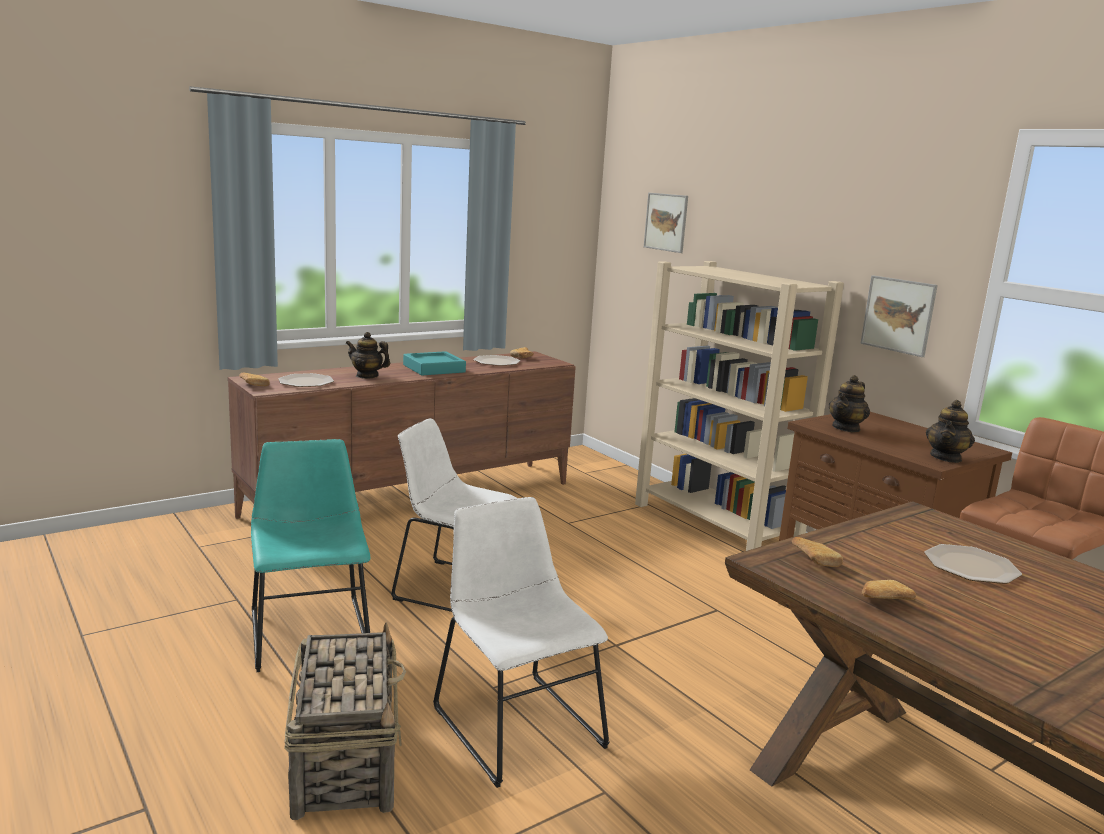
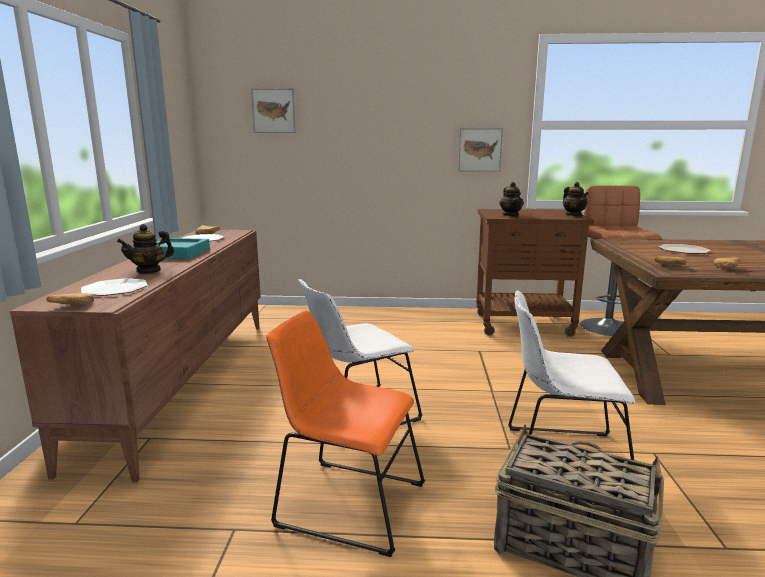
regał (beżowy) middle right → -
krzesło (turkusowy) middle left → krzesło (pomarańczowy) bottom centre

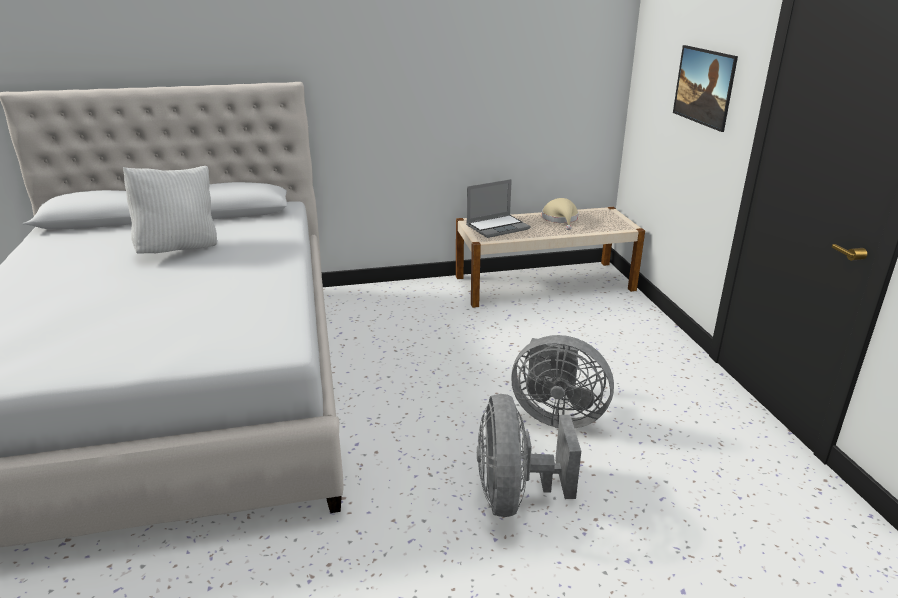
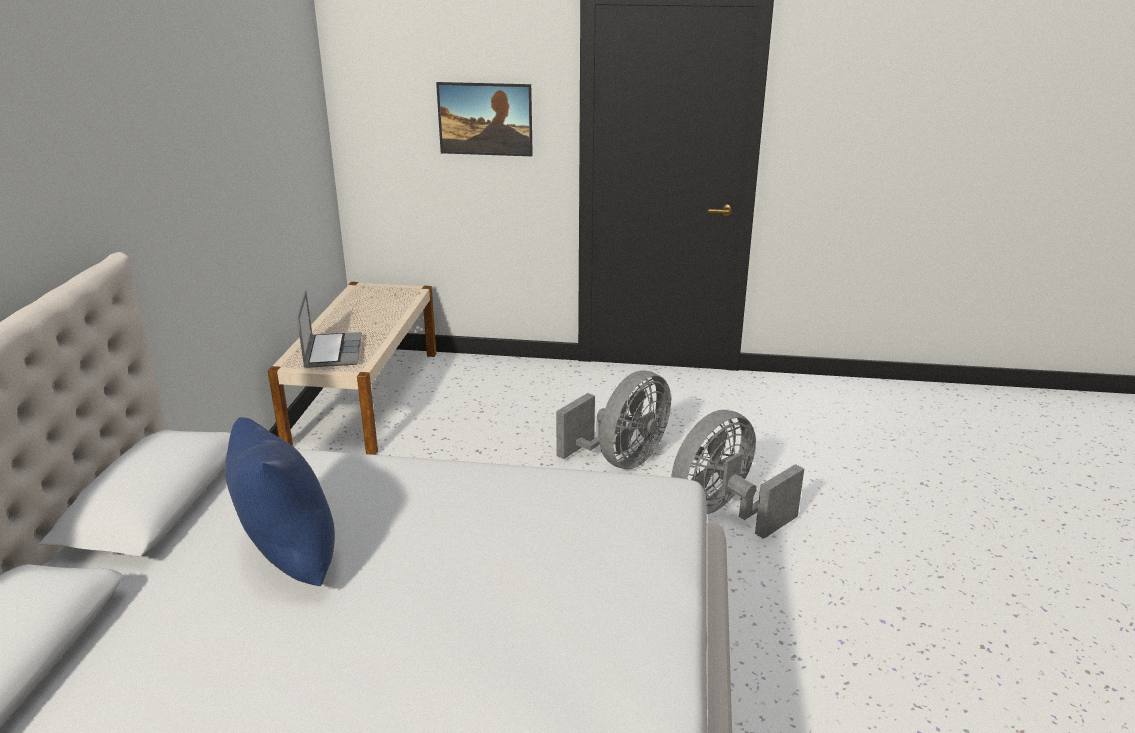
poduszka (biały) middle left → poduszka (niebieski) bottom left
kapelusz (beżowy) centre → -
wentylator (szary) (1st from left in the first image) bottom centre → wentylator (szary) (2nd from left) centre, 120 degrees clockwise

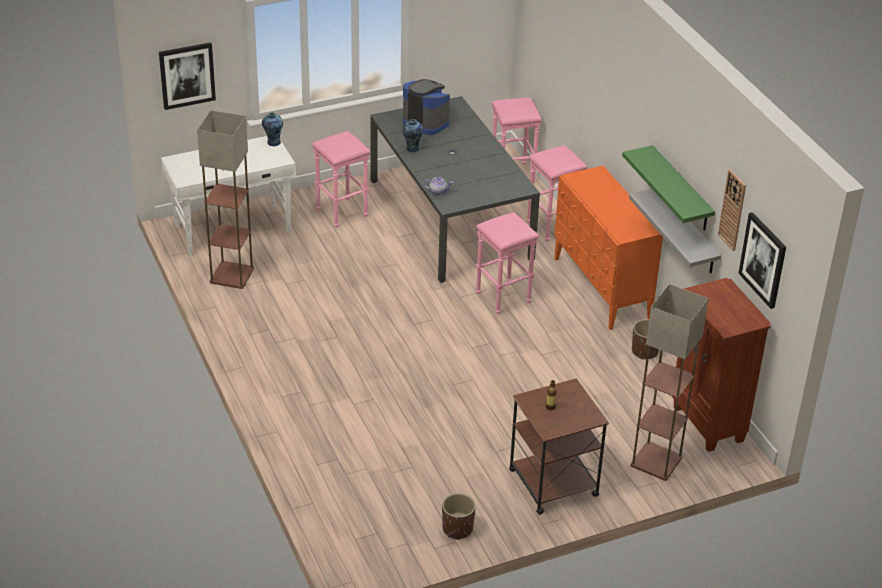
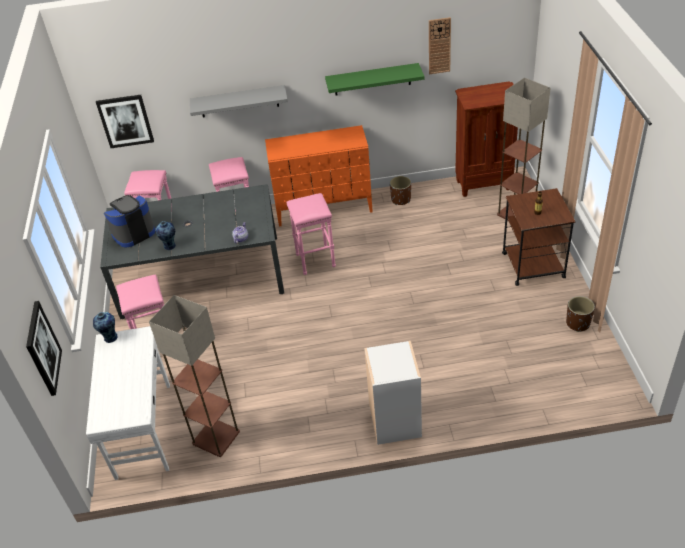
półka (szary) middle right → półka (szary) top centre, move
obraz (2nd from left) middle right → obraz (2nd from left) top left, move
- → regał bottom centre

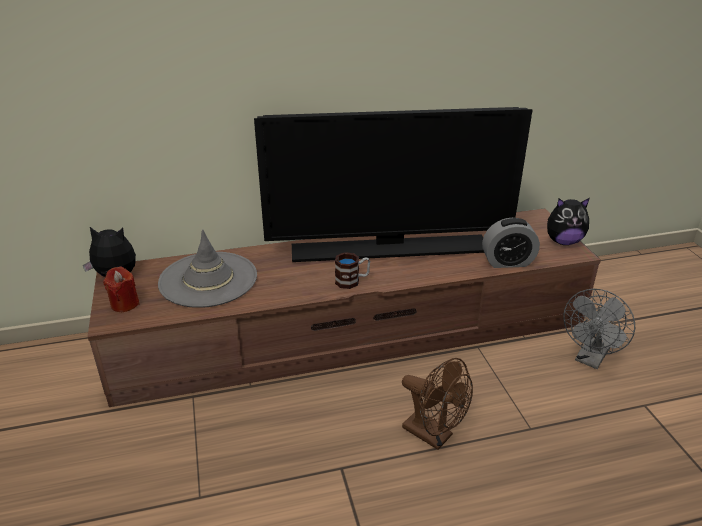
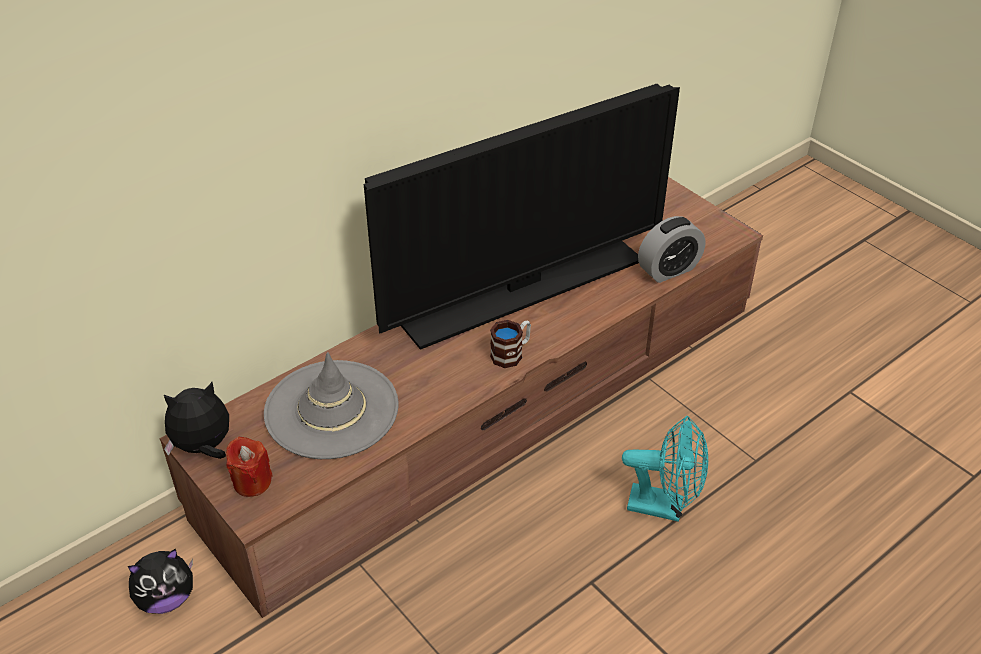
pluszak (2nd from left in the first image) middle right → pluszak (1st from left) bottom left, move
wentylator (szary) middle right → -
wentylator (brązowy) bottom centre → wentylator (turkusowy) bottom right

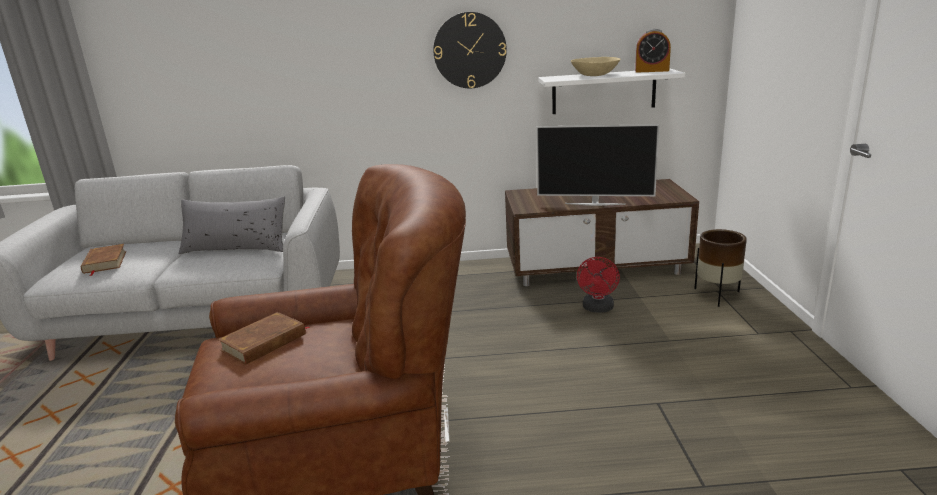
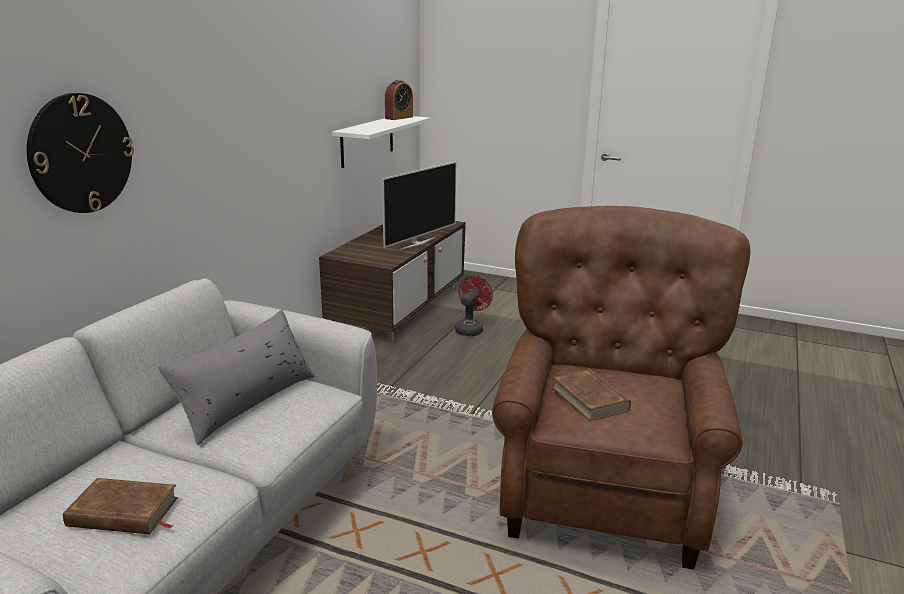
zegar ścienny top centre → zegar ścienny top left, move
miska (beżowy) top centre → -
donica (brązowy) middle right → -
wentylator (czerwony) centre, 105 degrees counterclockwise

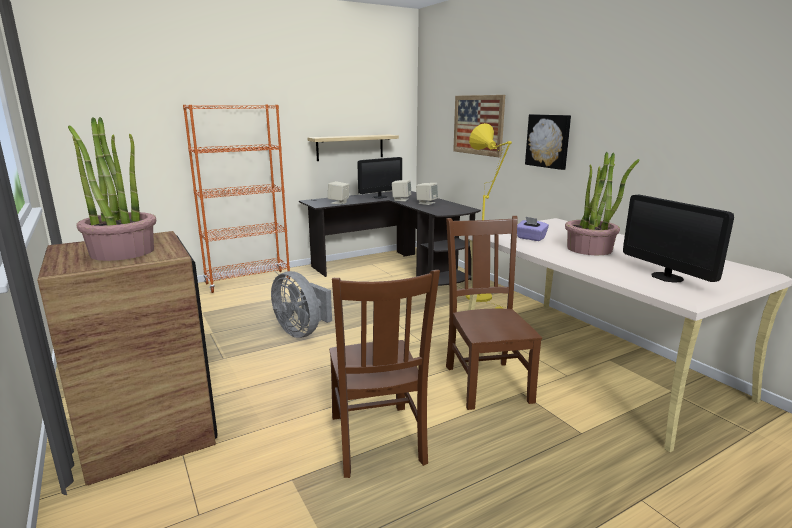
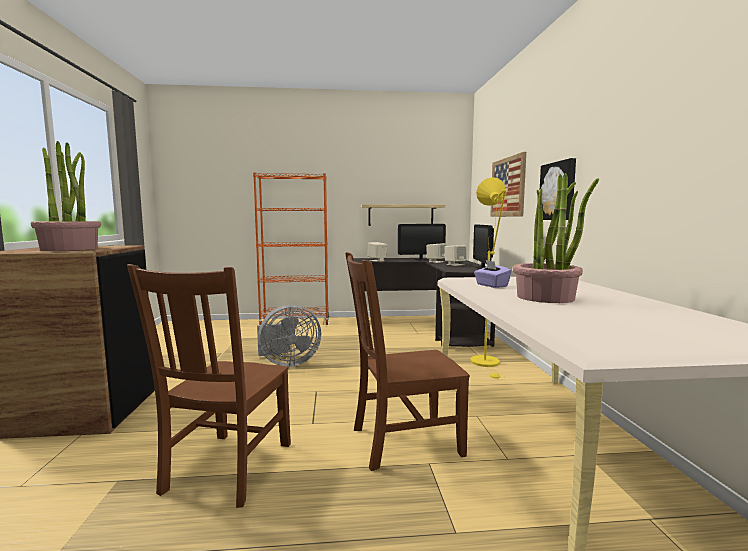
monitor (2nd from left) middle right → monitor (2nd from left) centre, move
krzesło (brązowy) (2nd from left) centre, 120 degrees counterclockwise
wentylator (szary) centre, 90 degrees counterclockwise

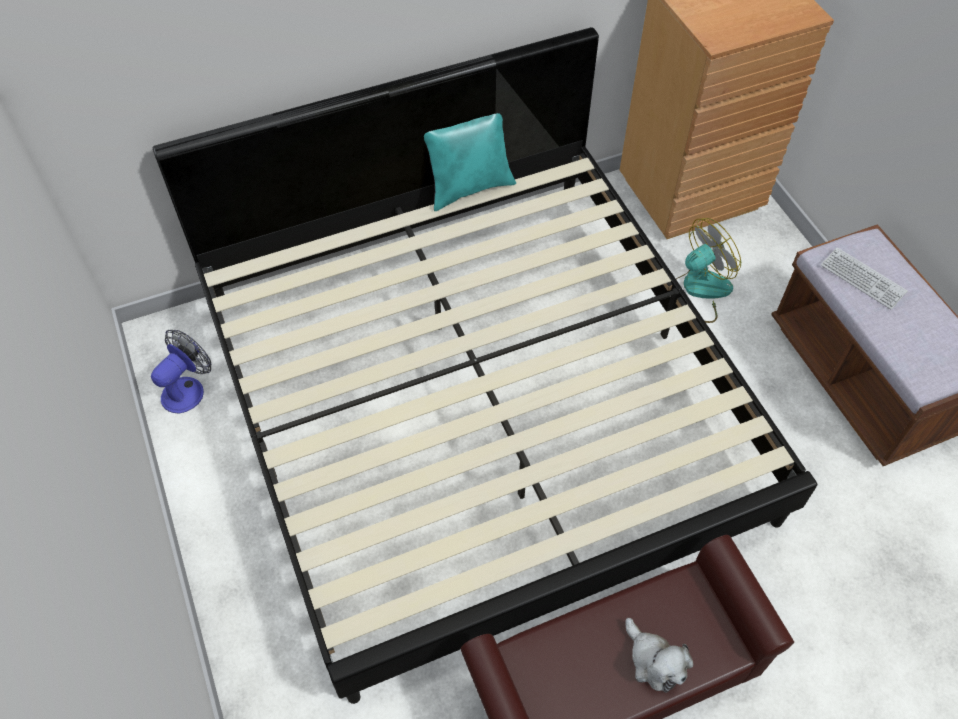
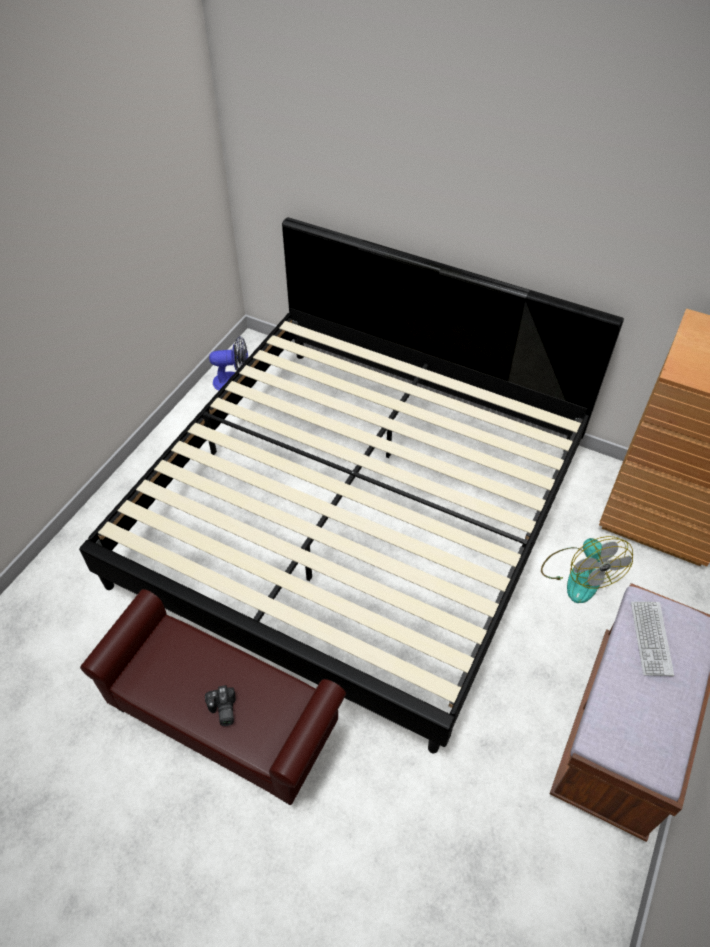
poduszka (turkusowy) top centre → -
wentylator (2nd from left) middle right, 60 degrees clockwise
pluszak bottom right → aparat fotograficzny bottom left

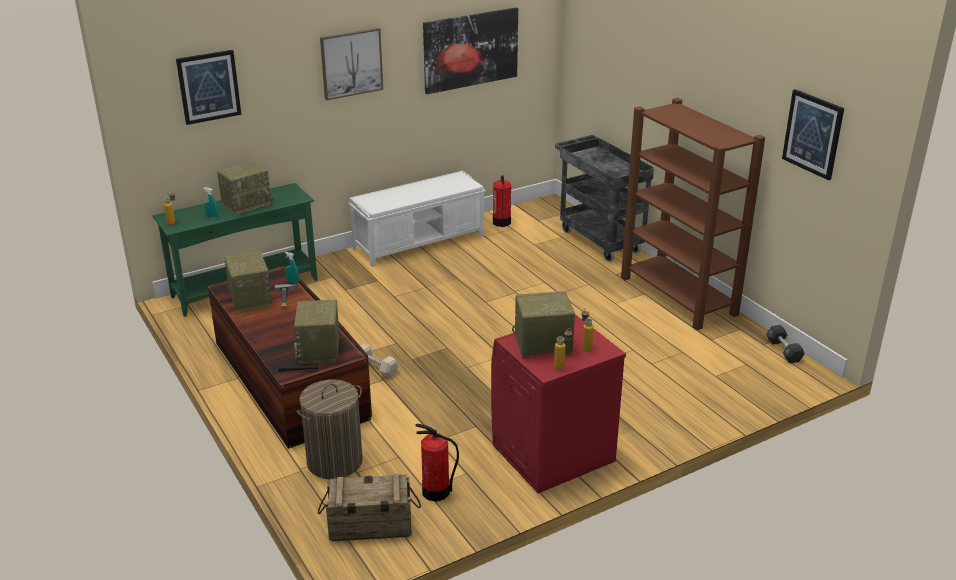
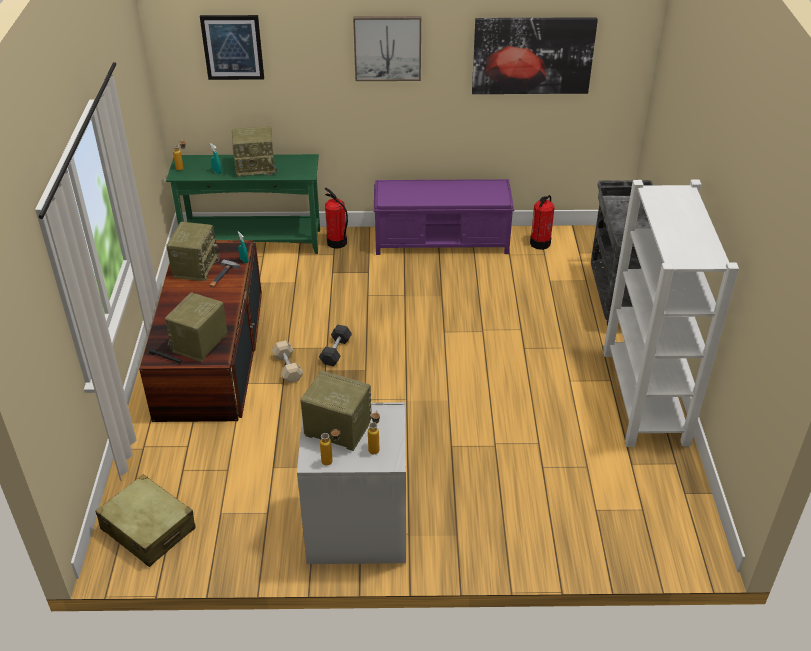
obraz (4th from left) top right → -
regał (brązowy) middle right → regał (biały) middle right
ławka (biały) centre → ławka (fioletowy) centre
pralka (czerwony) bottom centre → pralka (biały) bottom centre
hantel (czarny) middle right → hantel (czarny) centre, move
kosz na pranie bottom centre → -
gaśnica (1st from left) bottom centre → gaśnica (1st from left) centre, move
skrzynka bottom centre → walizka (beżowy) bottom left

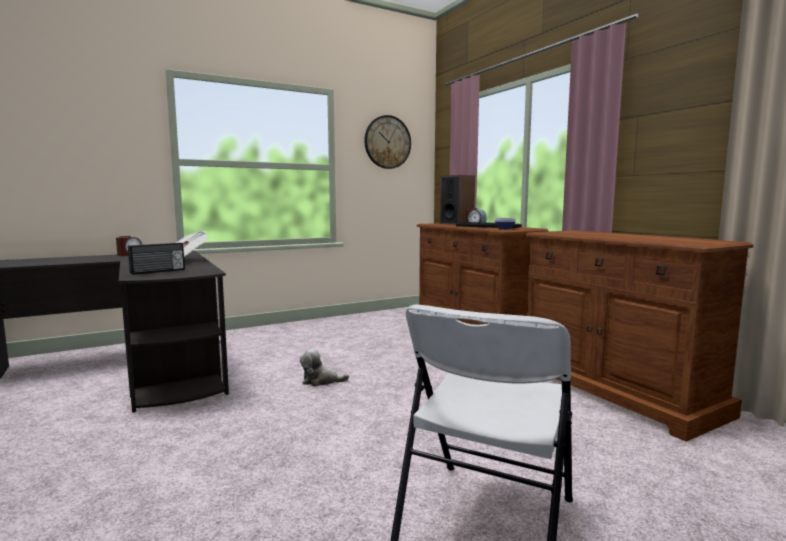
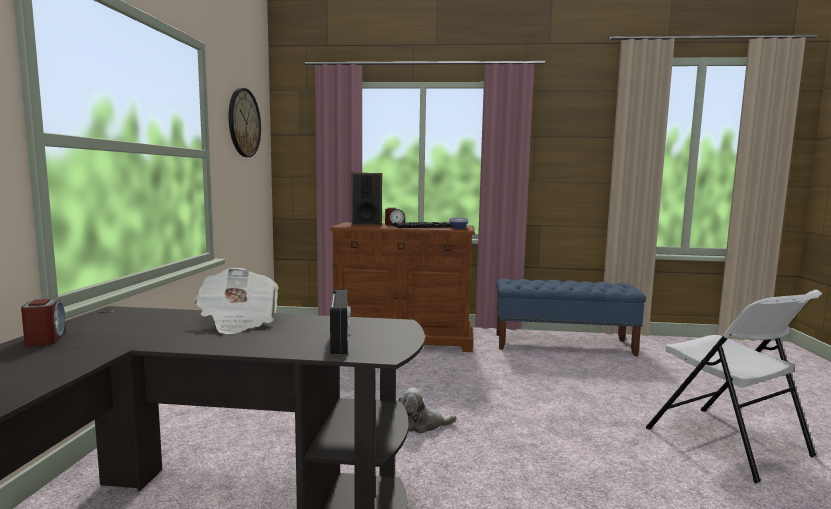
komoda (brązowy) (2nd from left) middle right → ławka (niebieski) middle right
pluszak bottom centre, 45 degrees clockwise

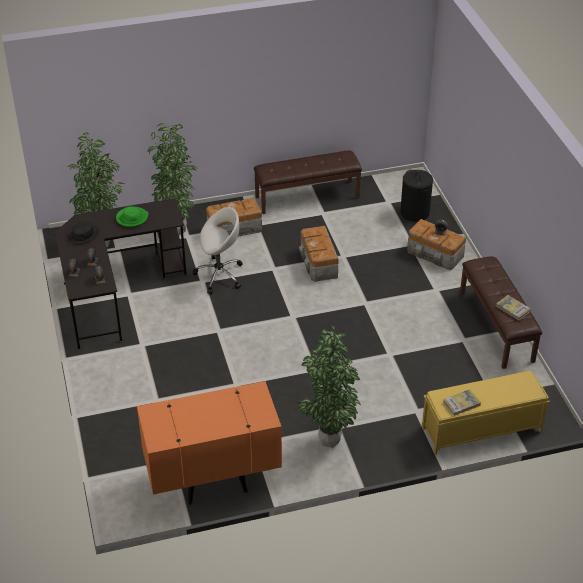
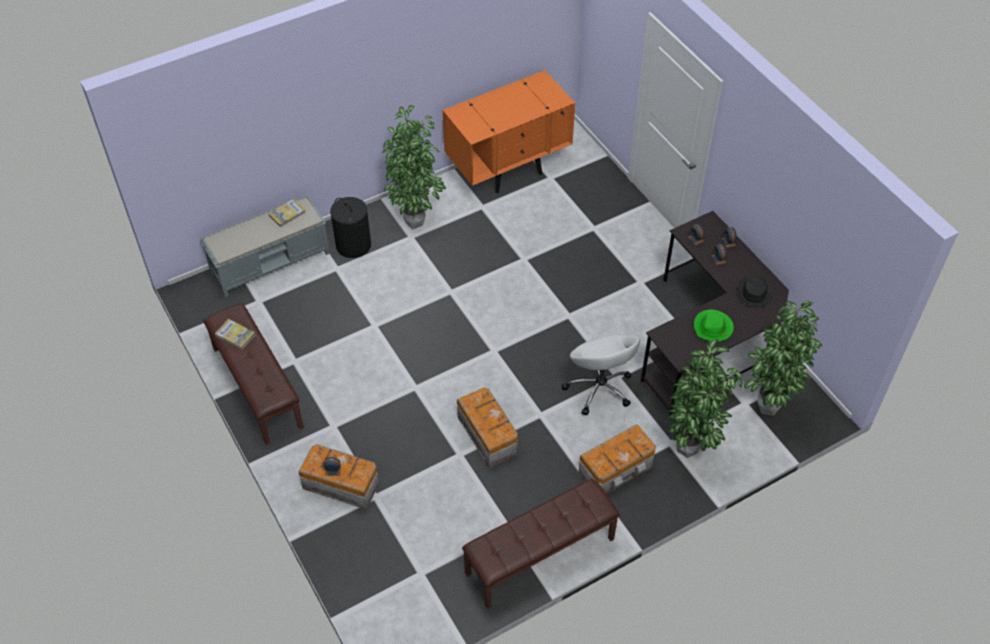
kosz na pranie (czarny) middle right → kosz na pranie (czarny) centre, move
krzesło biurowe (biały) centre, 90 degrees counterclockwise
ławka (żółty) bottom right → ławka (szary) middle left

